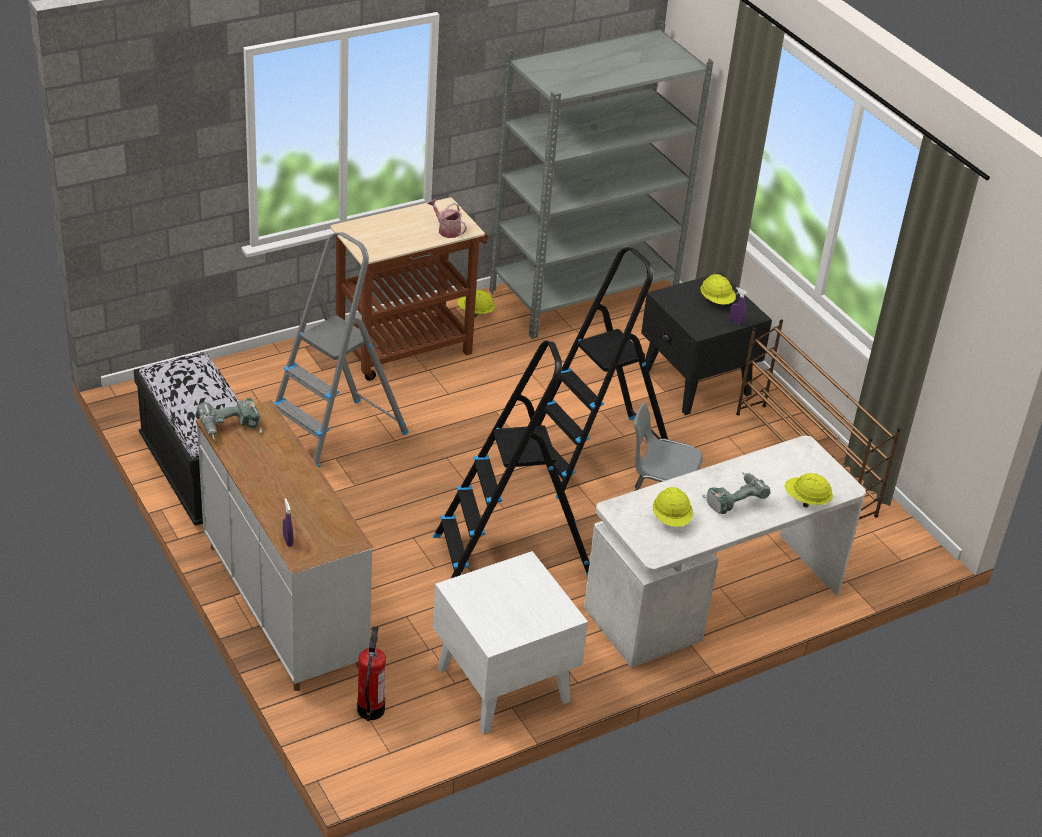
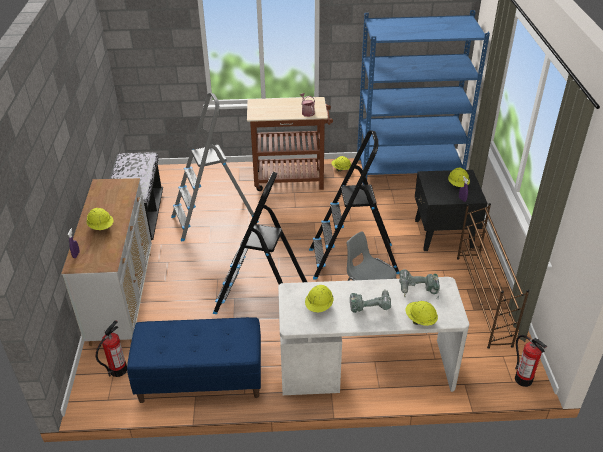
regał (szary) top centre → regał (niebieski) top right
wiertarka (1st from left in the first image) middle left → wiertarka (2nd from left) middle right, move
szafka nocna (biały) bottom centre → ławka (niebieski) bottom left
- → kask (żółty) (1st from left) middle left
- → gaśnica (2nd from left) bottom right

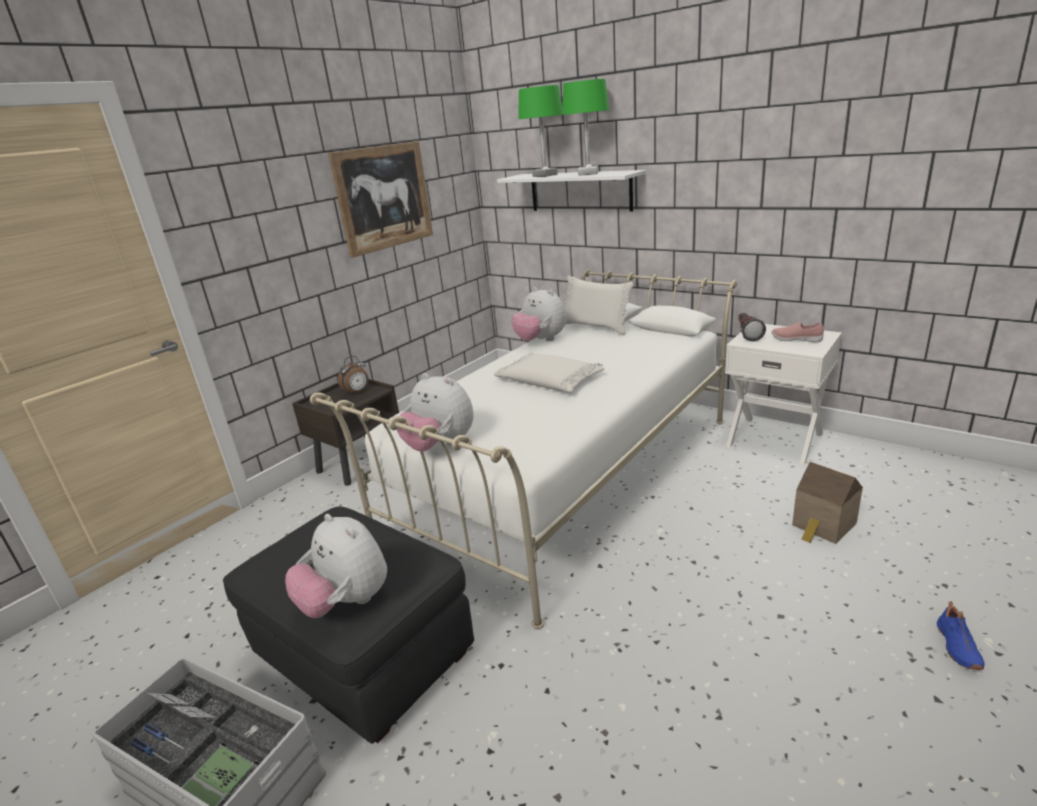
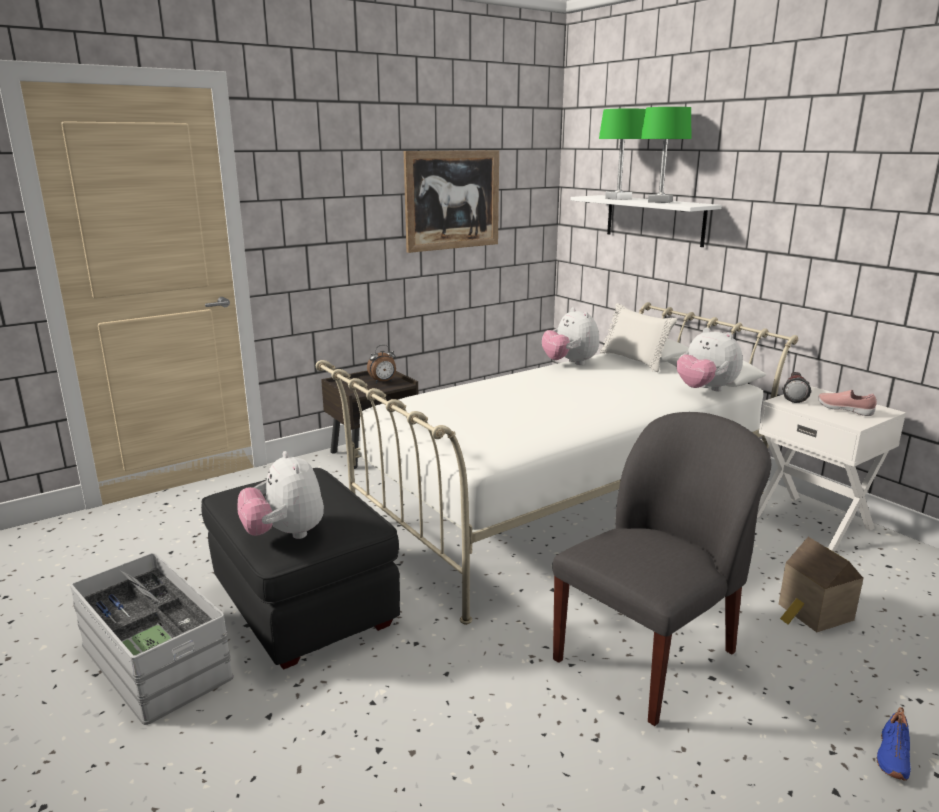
poduszka (biały) (1st from left) centre → -
pluszak (2nd from left in the first image) centre → pluszak (3rd from left) middle right, move
- → krzesło (szary) bottom right

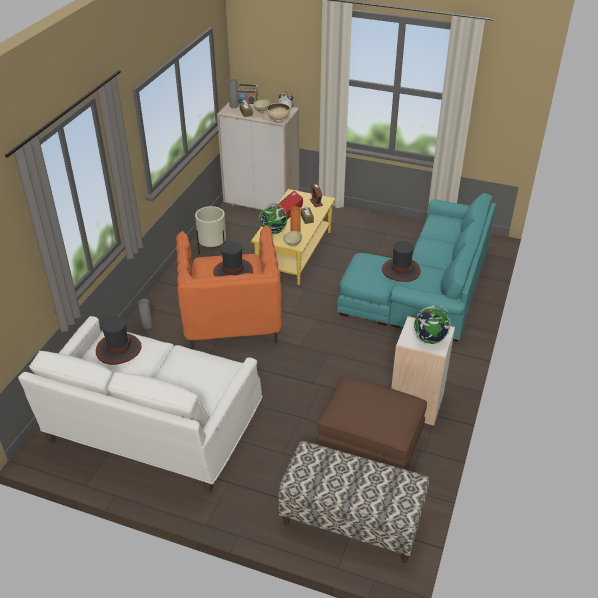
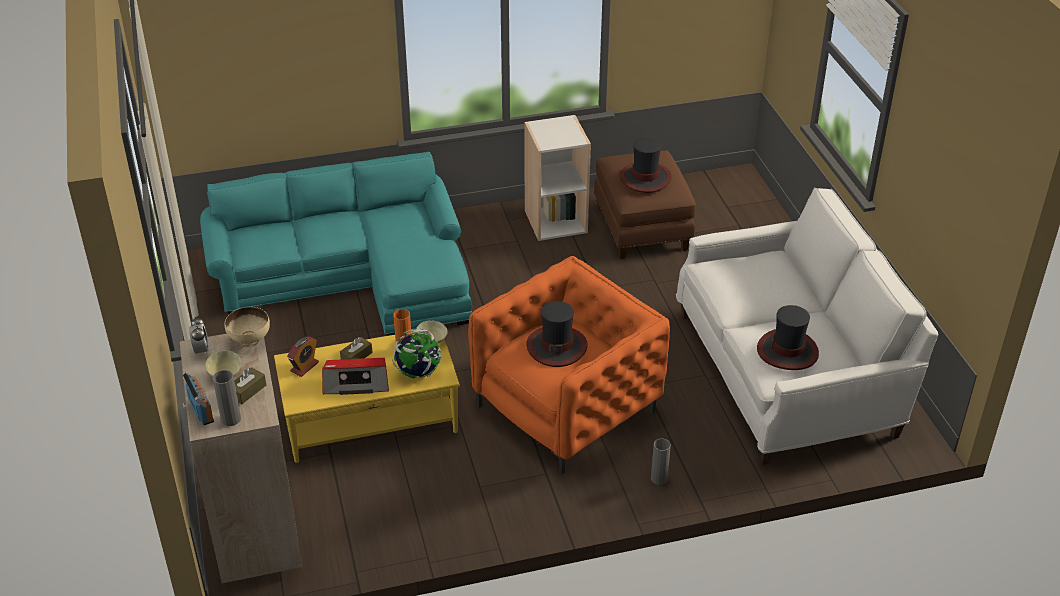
donica (beżowy) centre → -
kapelusz (3rd from left in the first image) middle right → kapelusz (2nd from left) top centre, move
globus (2nd from left) middle right → -
ławka bottom centre → -

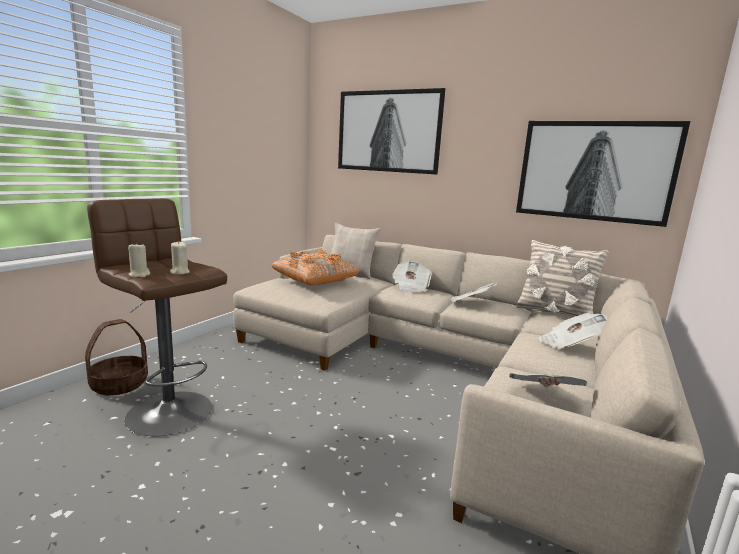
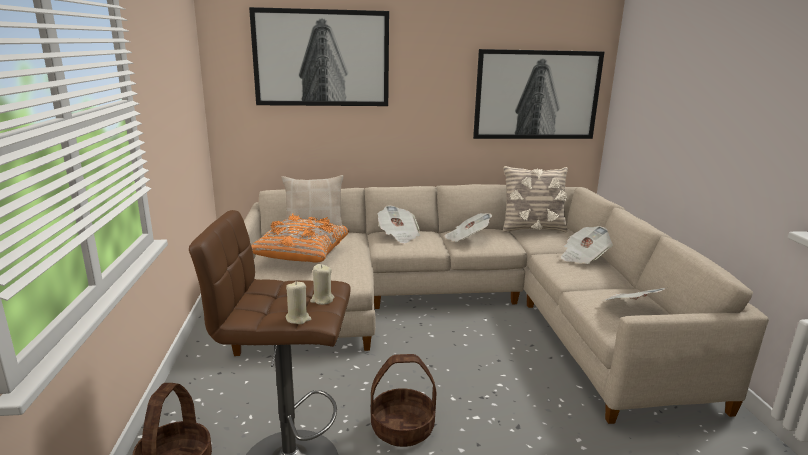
- → koszyk (2nd from left) bottom centre

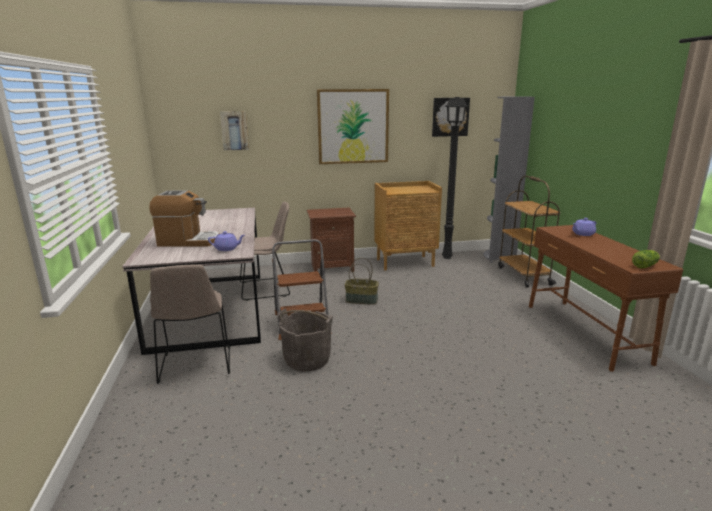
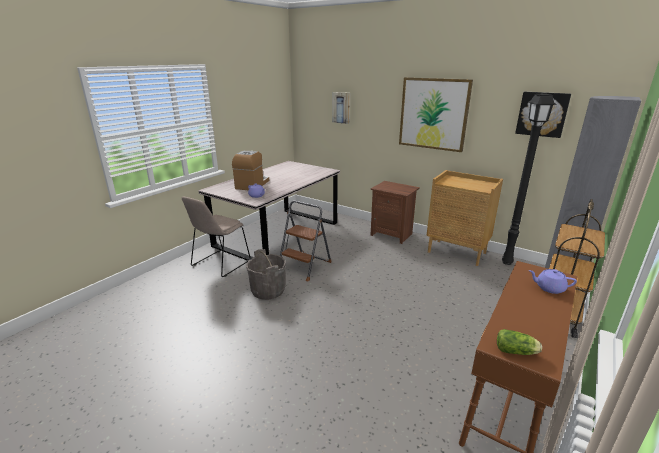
ekspres do kawy middle left → ekspres do kawy centre, 120 degrees counterclockwise
krzesło (beżowy) (2nd from left) centre → -
koszyk centre → -

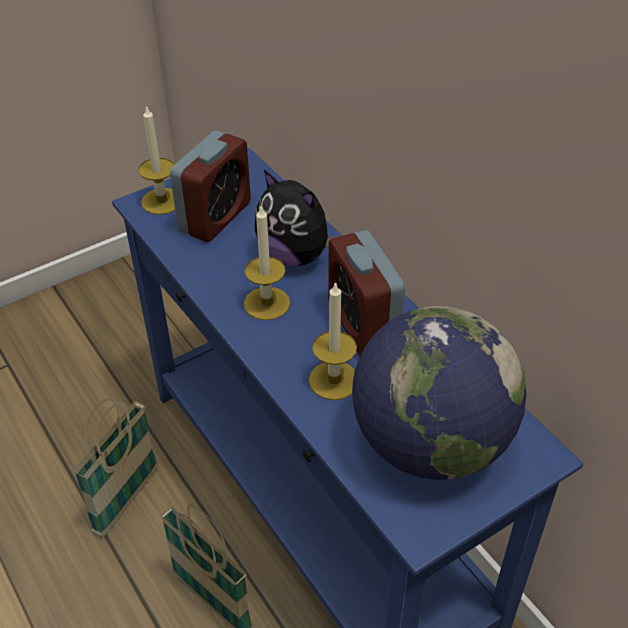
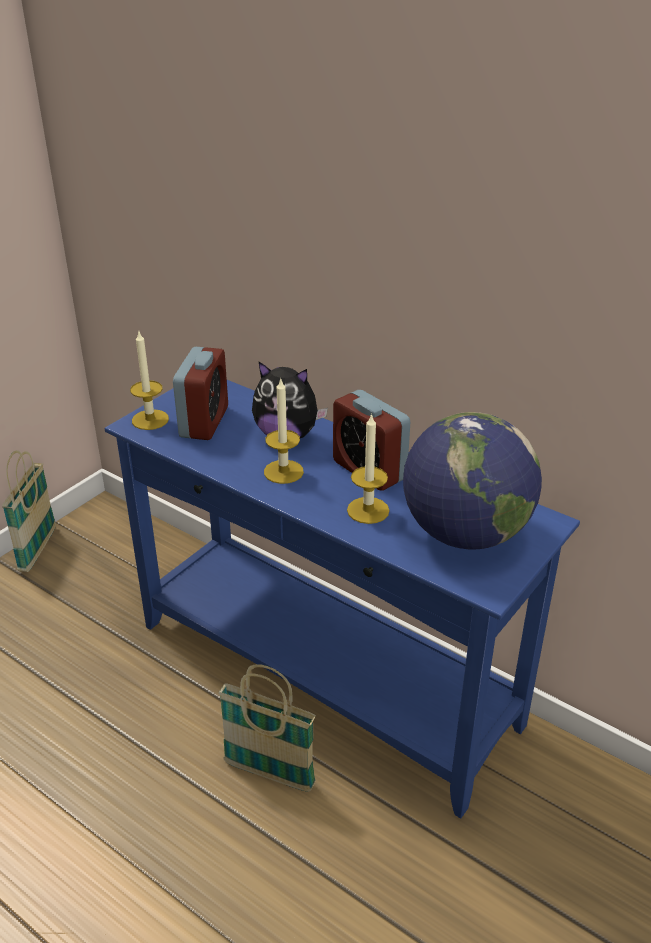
koszyk (1st from left) bottom left → koszyk (1st from left) middle left, move

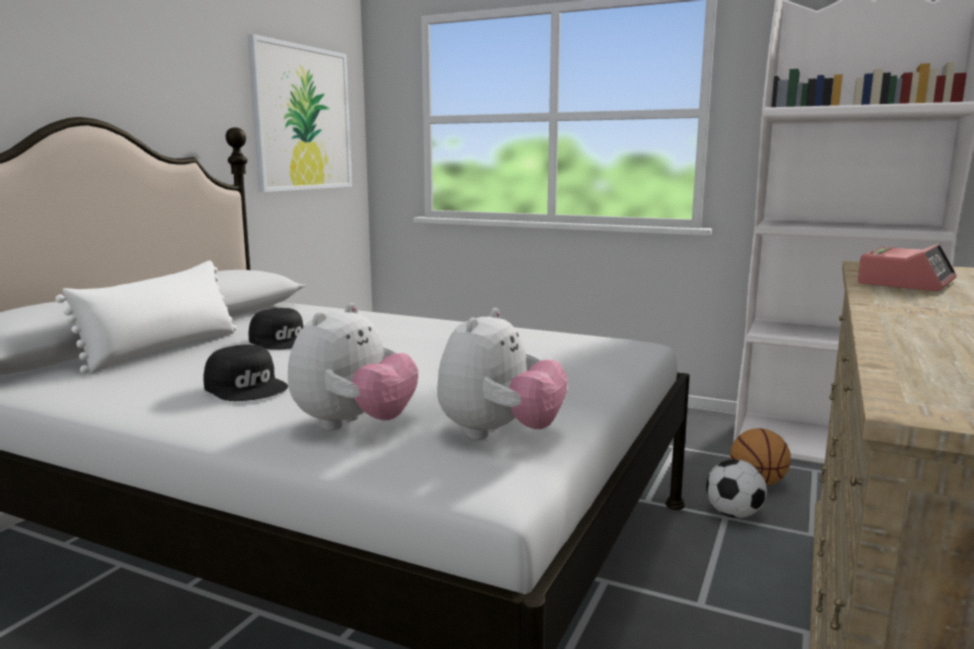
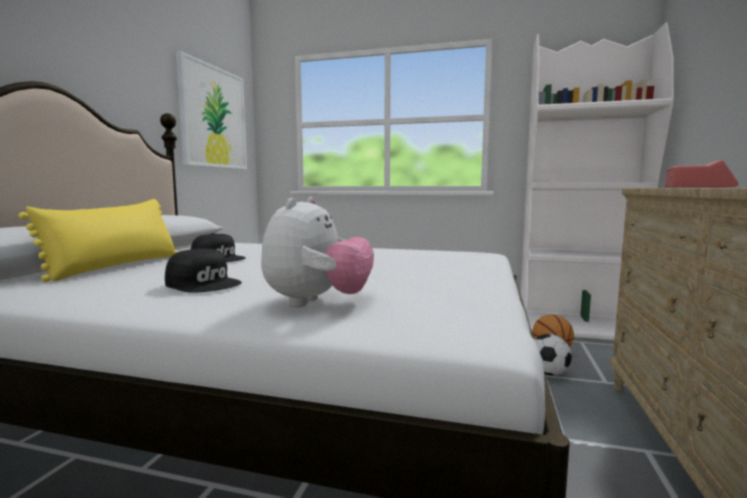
poduszka (biały) middle left → poduszka (żółty) middle left
pluszak (2nd from left) centre → -

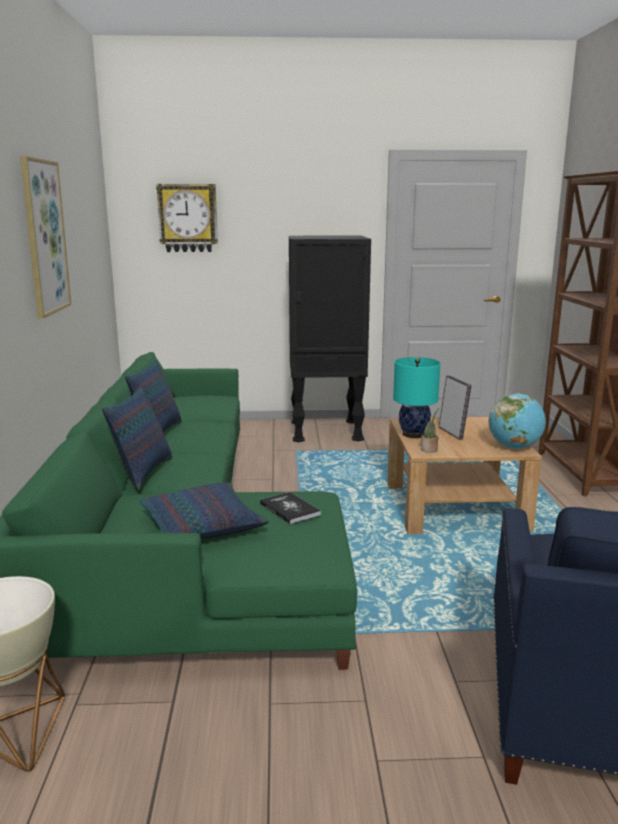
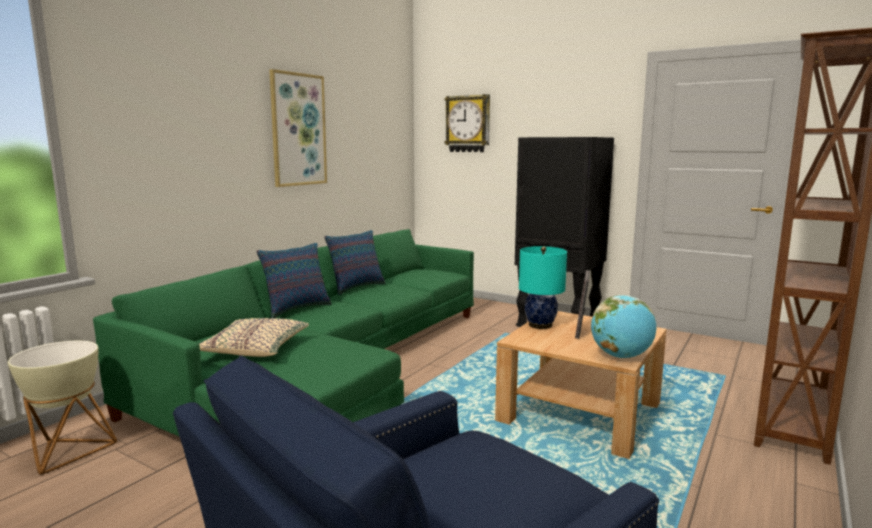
roślina doniczkowa middle right → -
poduszka (niebieski) (3rd from left) middle left → poduszka (beżowy) middle left
książka centre → -

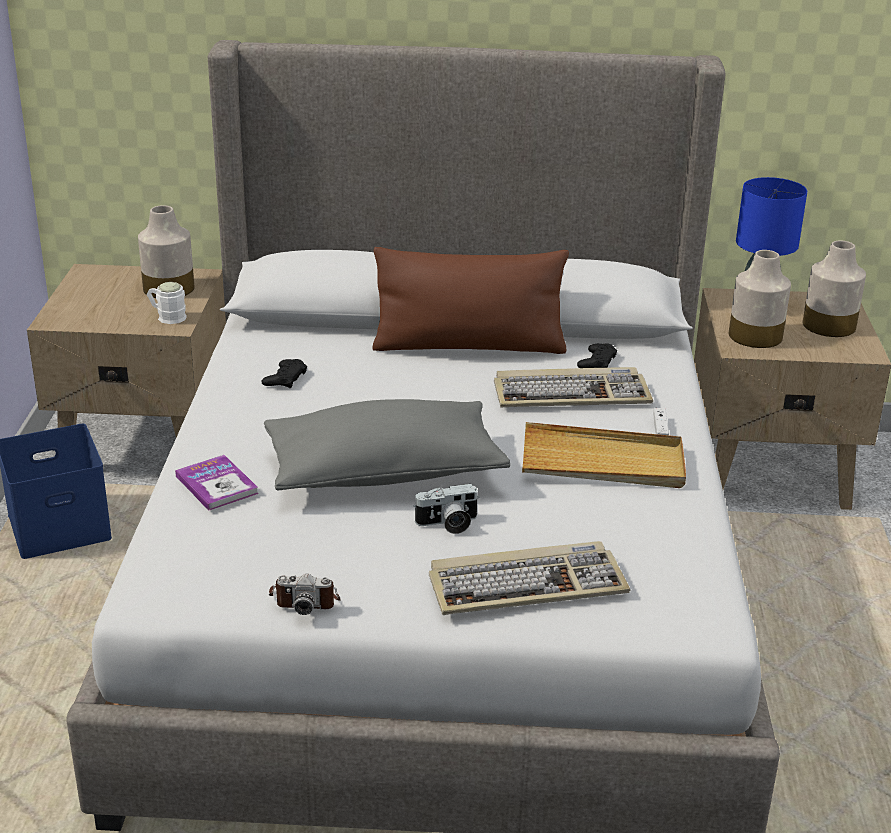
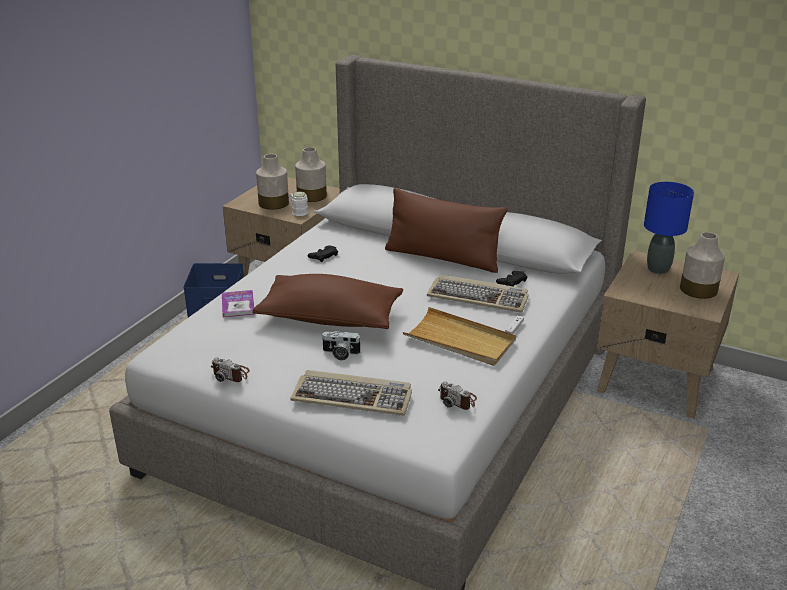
wazon (beżowy) (2nd from left in the first image) middle right → wazon (beżowy) (1st from left) top centre, move
poduszka (szary) centre → poduszka (brązowy) (1st from left) centre
- → aparat fotograficzny (3rd from left) bottom centre

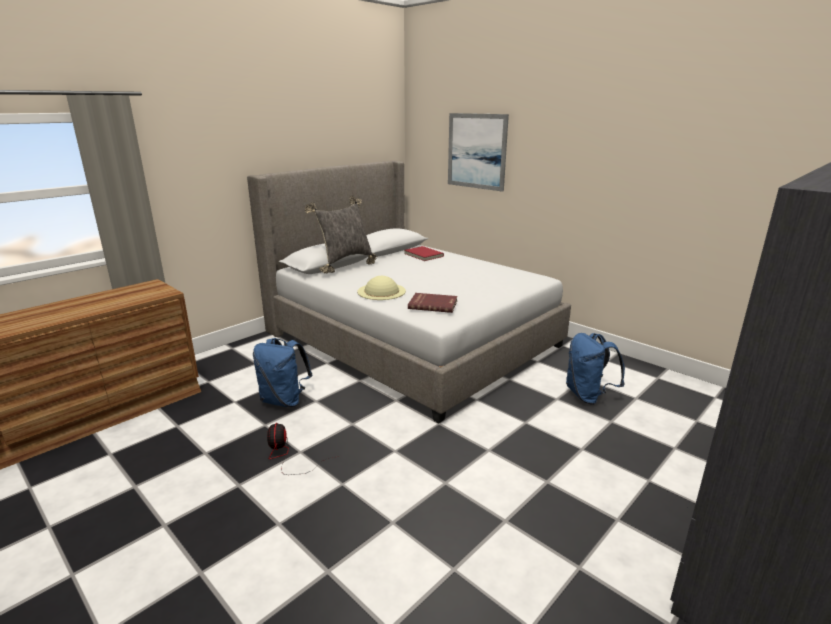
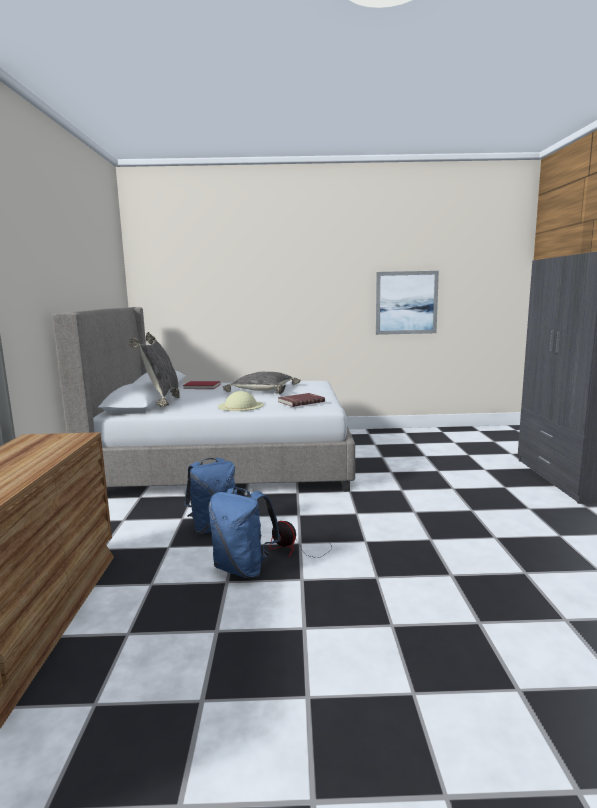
obraz top centre → obraz middle right, move
plecak (niebieski) (2nd from left) middle right → plecak (niebieski) (2nd from left) centre, move
- → poduszka (2nd from left) centre

